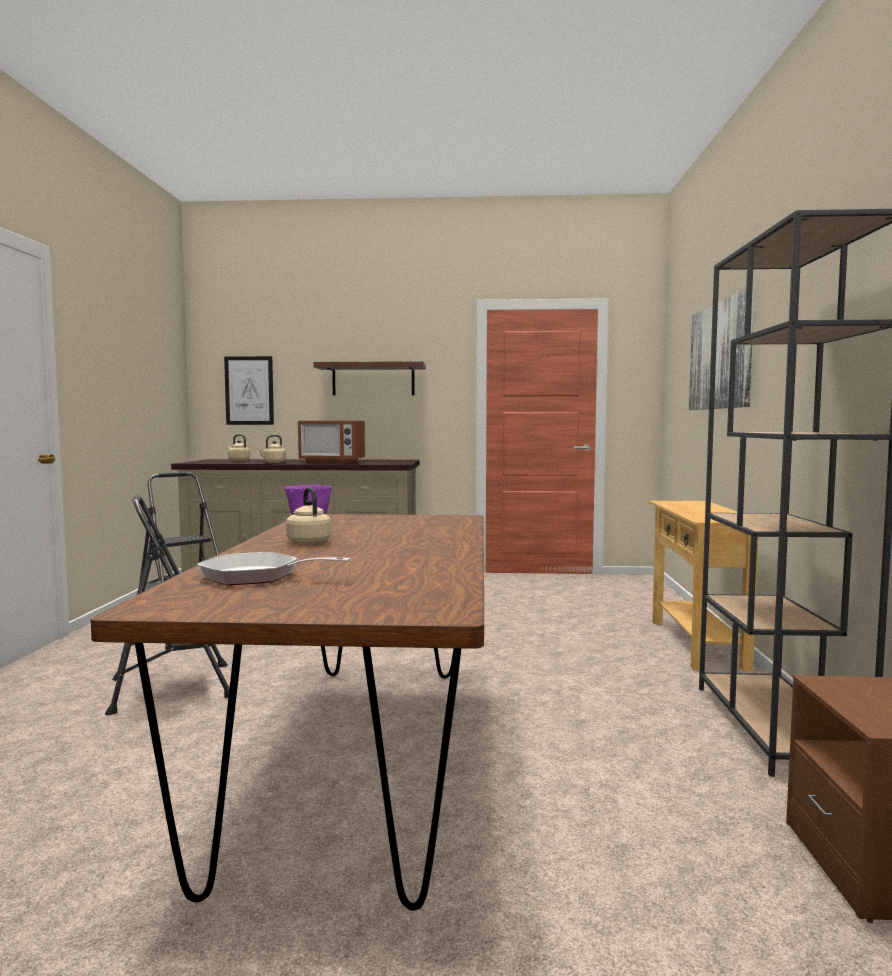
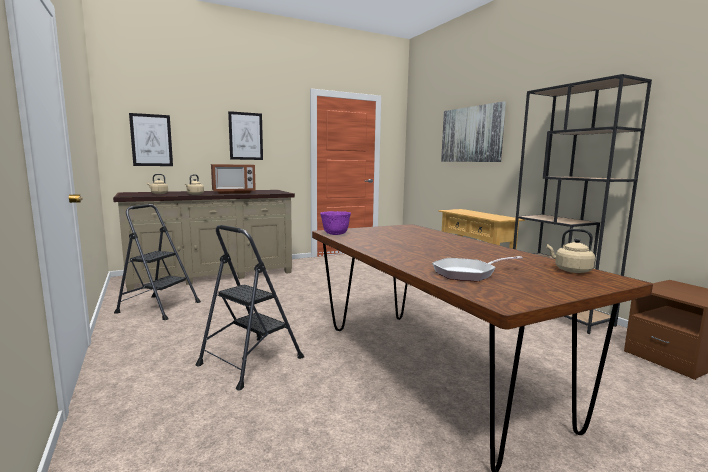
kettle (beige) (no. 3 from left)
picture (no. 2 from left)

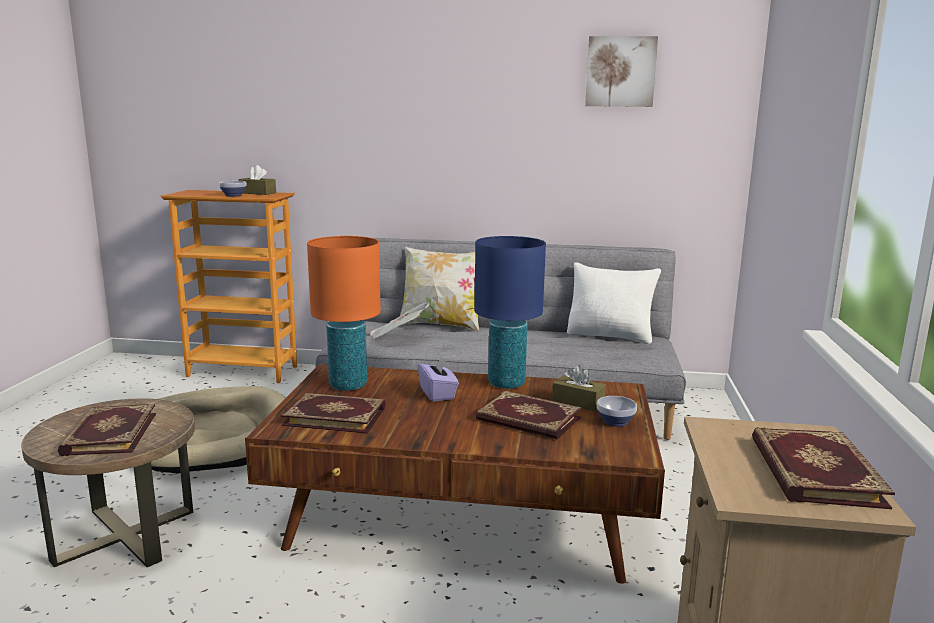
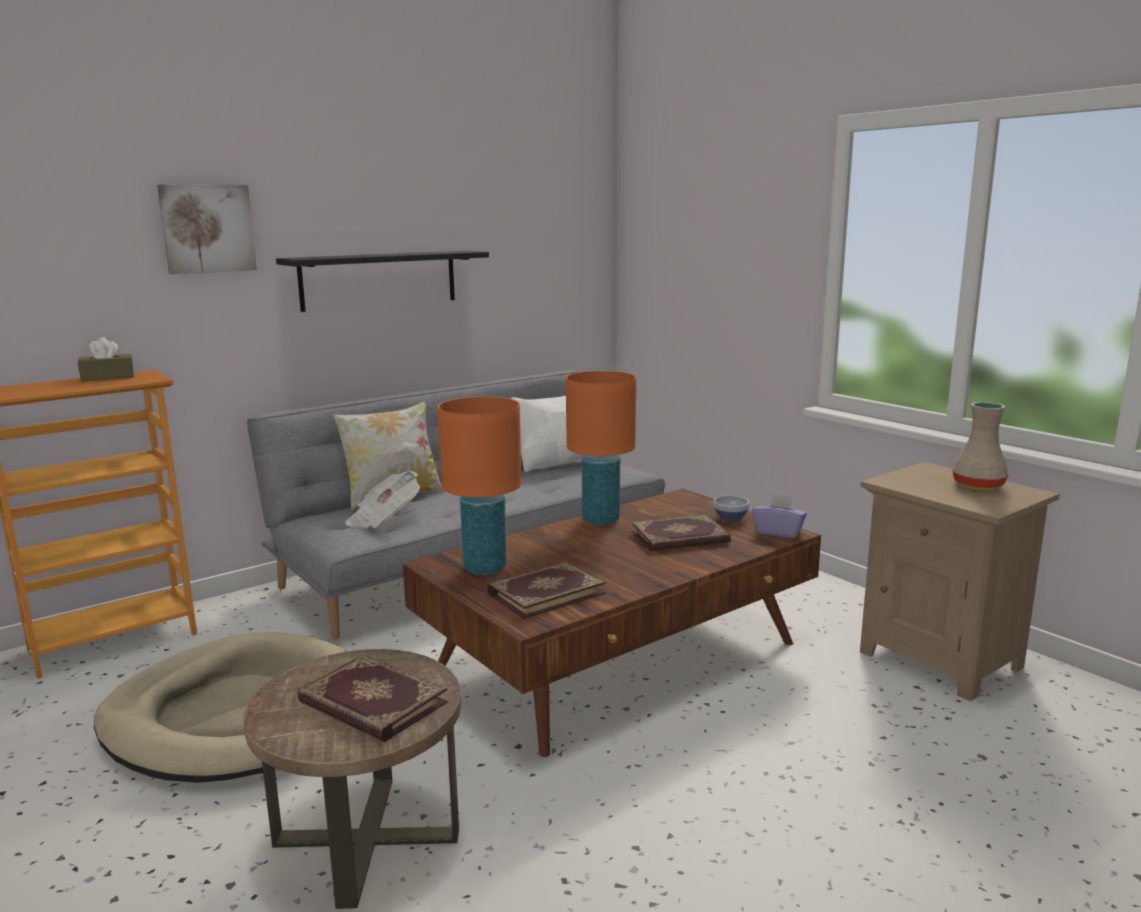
bowl (no. 1 from left in the first image)
tissue box (purple)
table lamp (orange) (no. 2 from left)
tissue box (brown) (no. 2 from left in the first image)
picture
vase (beige)
shelf (black)

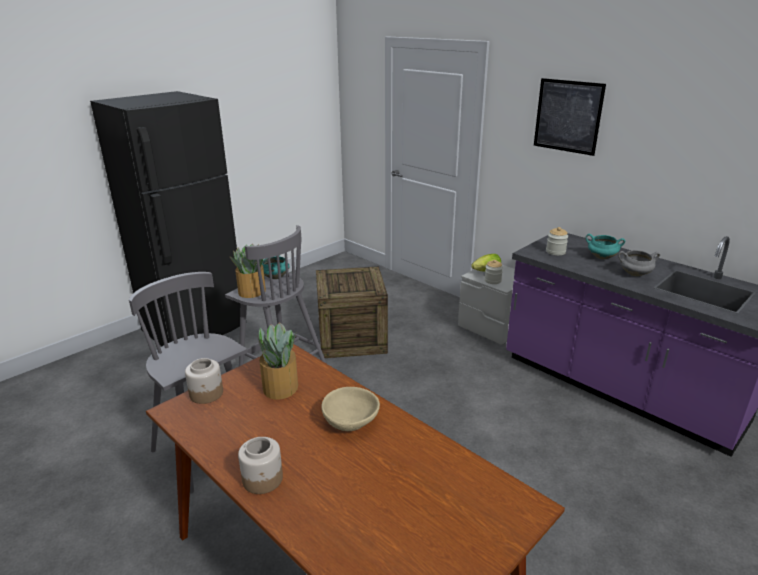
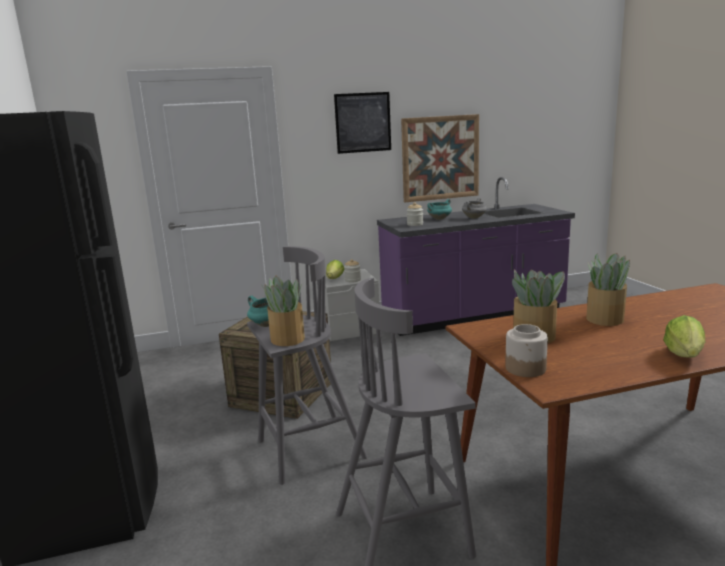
lettuce (no. 2 from left)
potted plant (no. 3 from left)
picture (no. 2 from left)

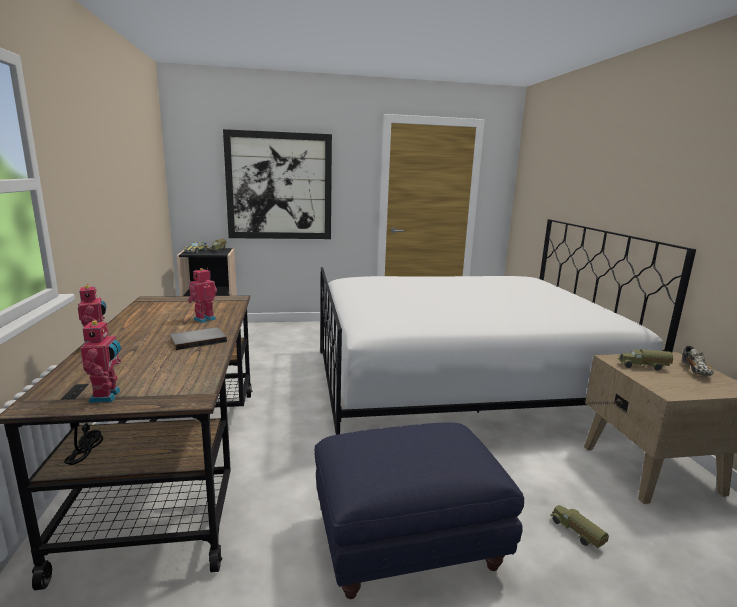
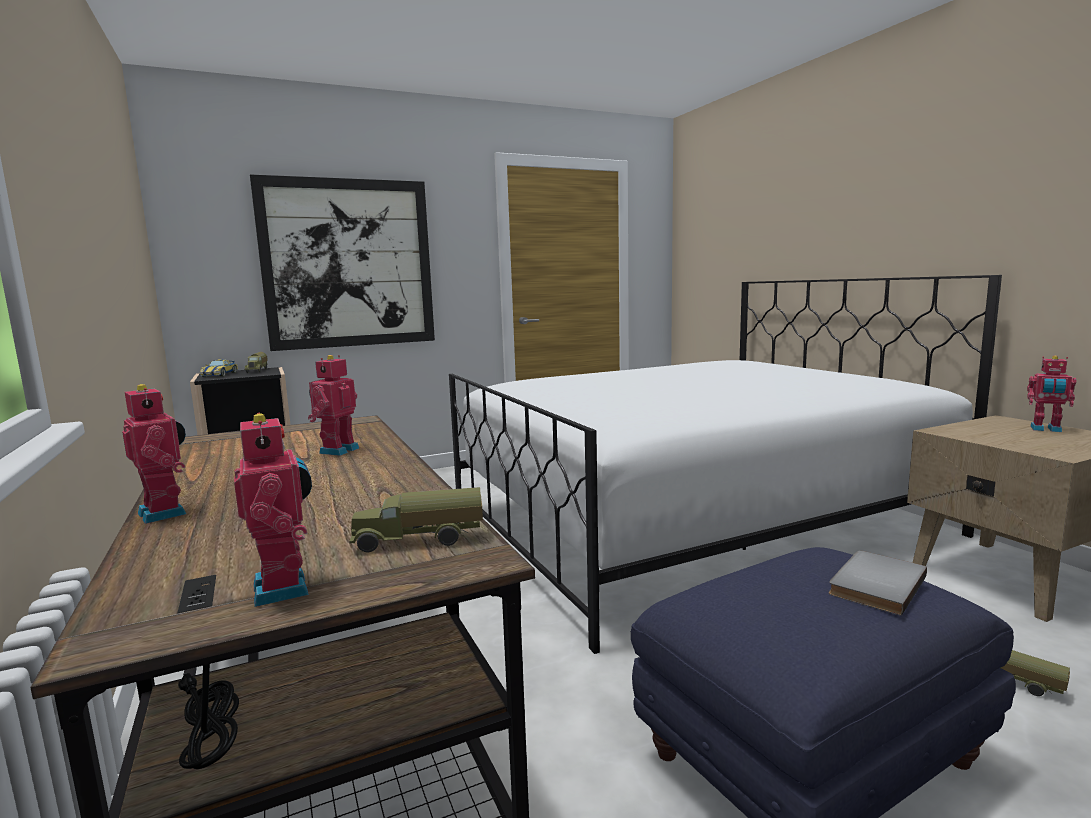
book (grey)
toy truck (no. 2 from left)
toy robot (no. 4 from left)

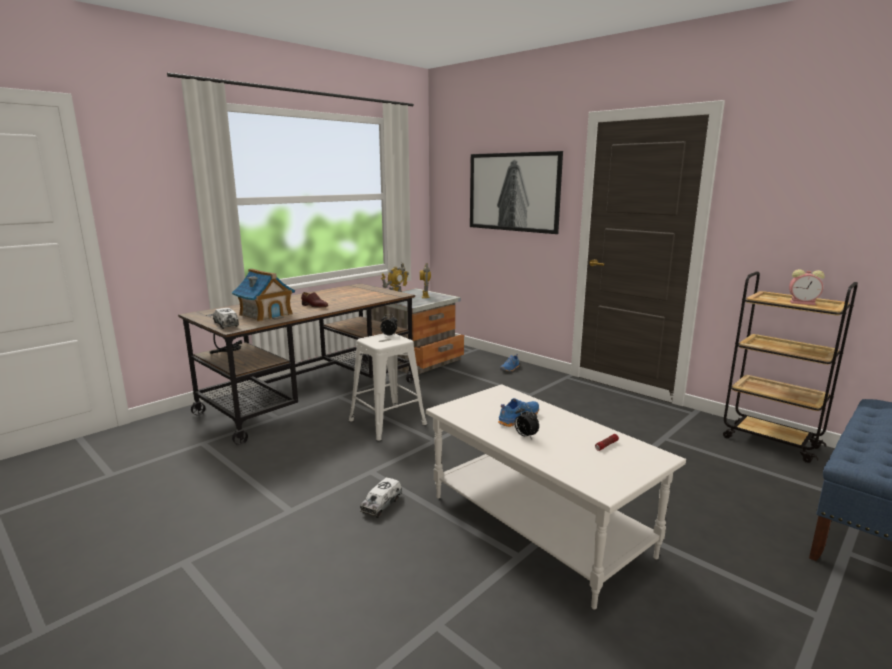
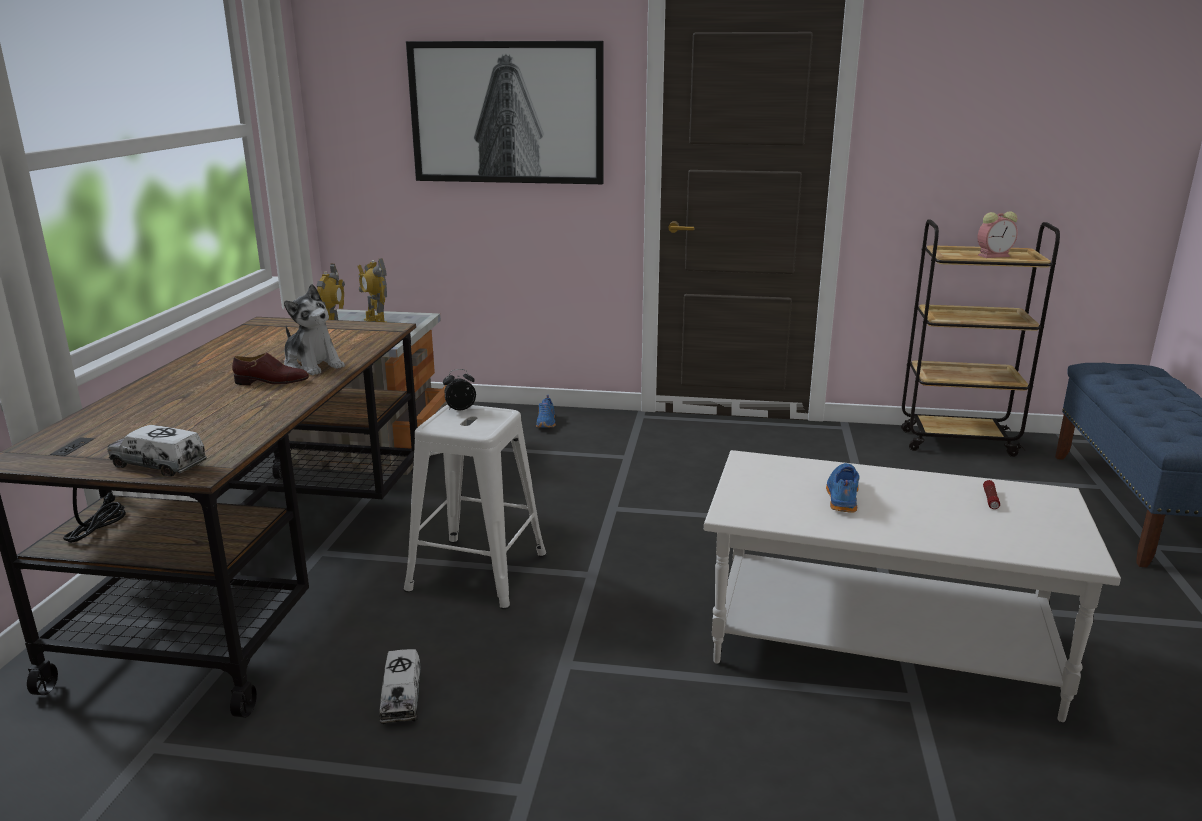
toy house
toy truck (no. 2 from left)
alarm clock (no. 2 from left in the first image)
plush toy

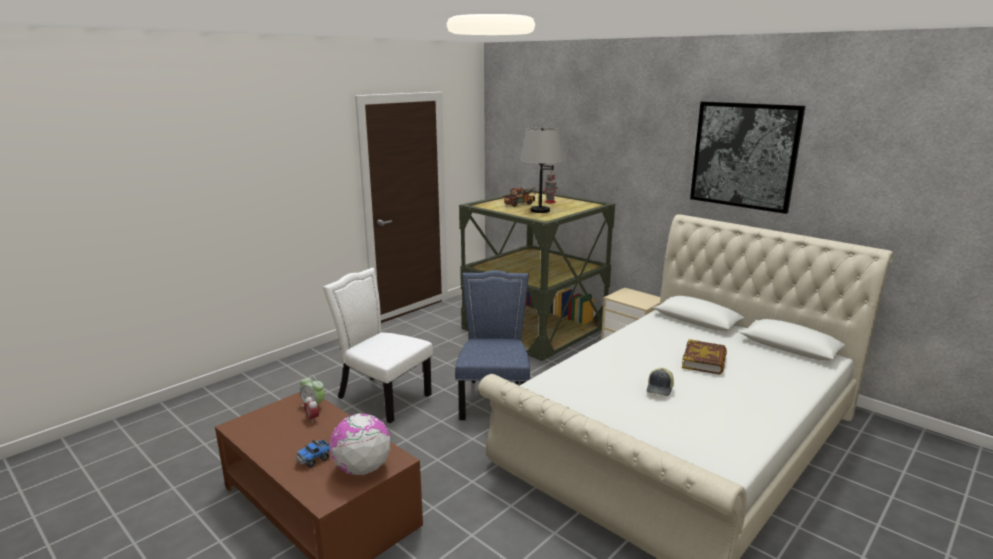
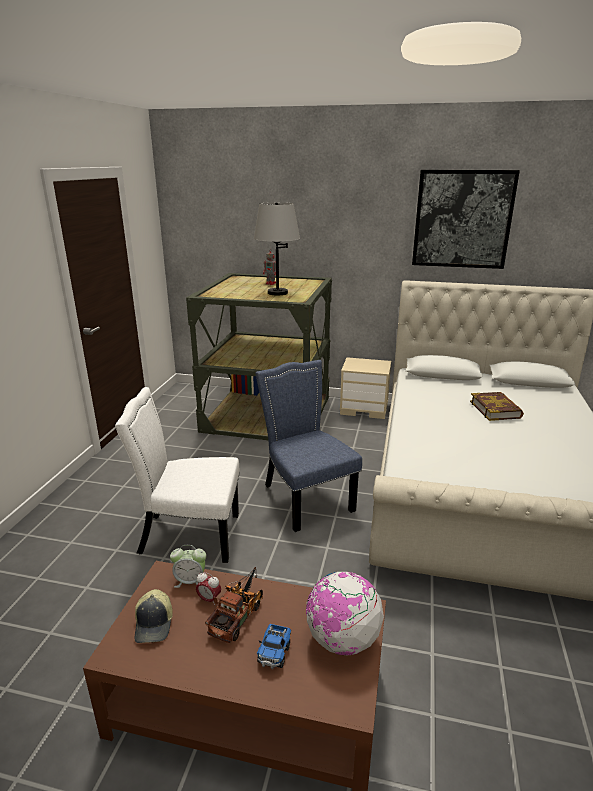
toy truck (no. 1 from left)
cap

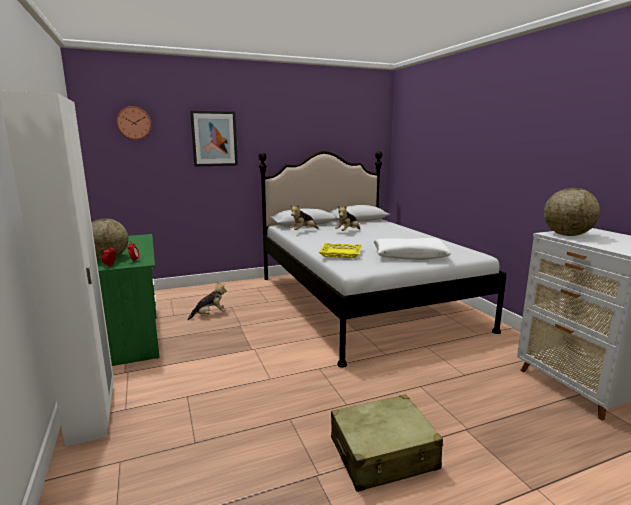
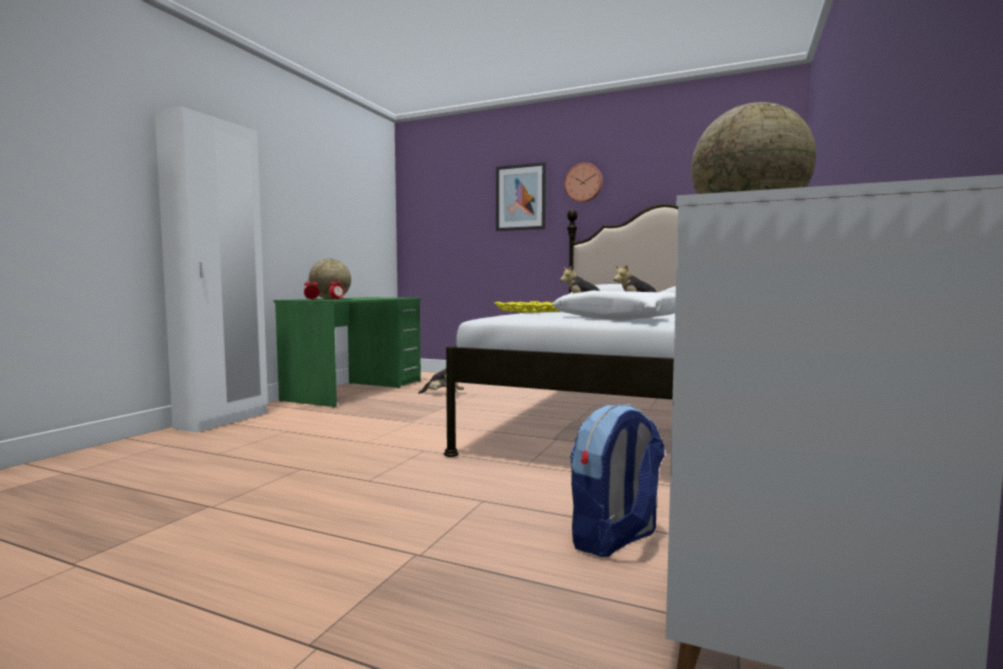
wall clock
suitcase (beige)
backpack

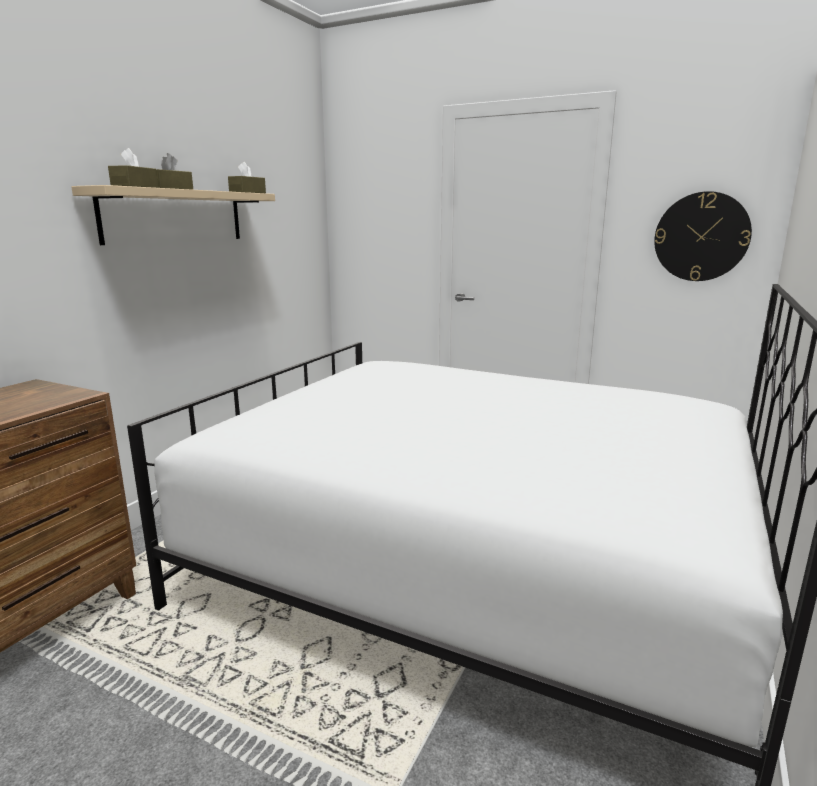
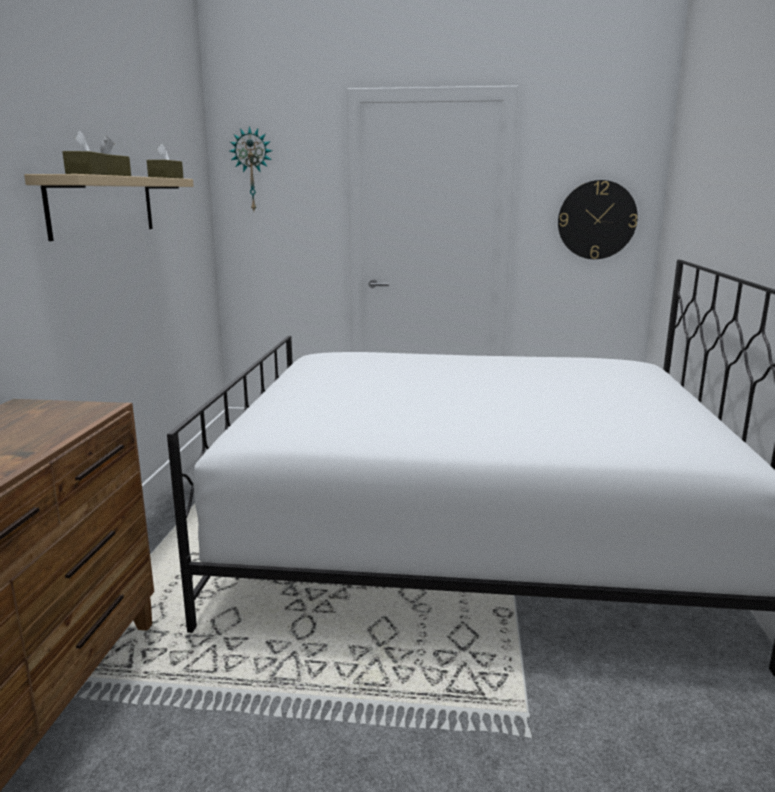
wall clock (no. 1 from left)

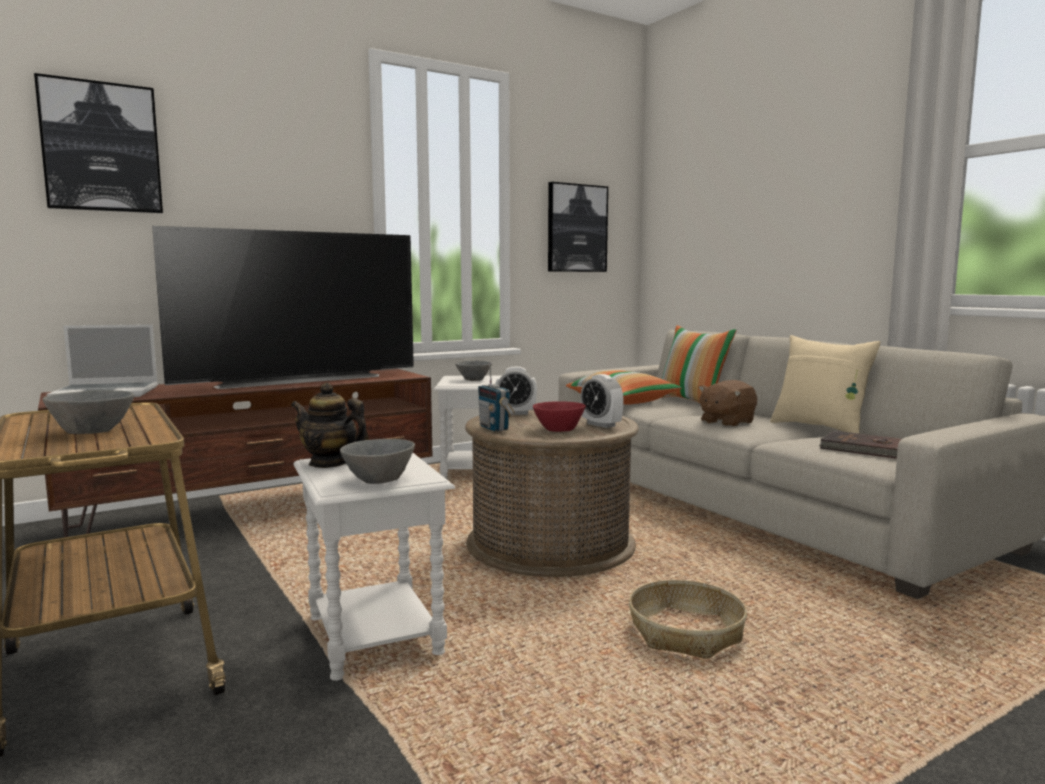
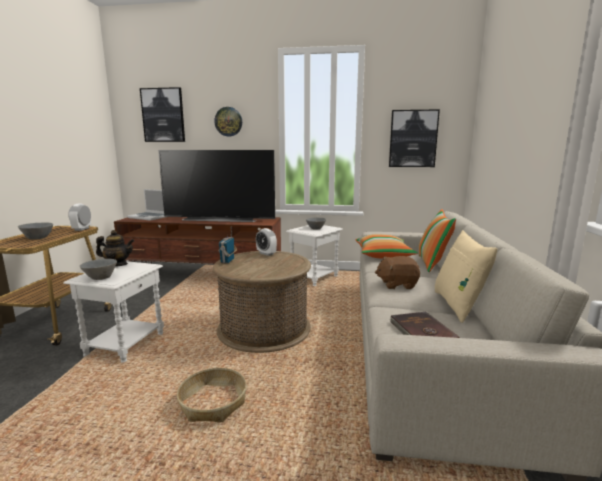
teapot
bowl (red)
alarm clock (no. 1 from left)
wall clock

